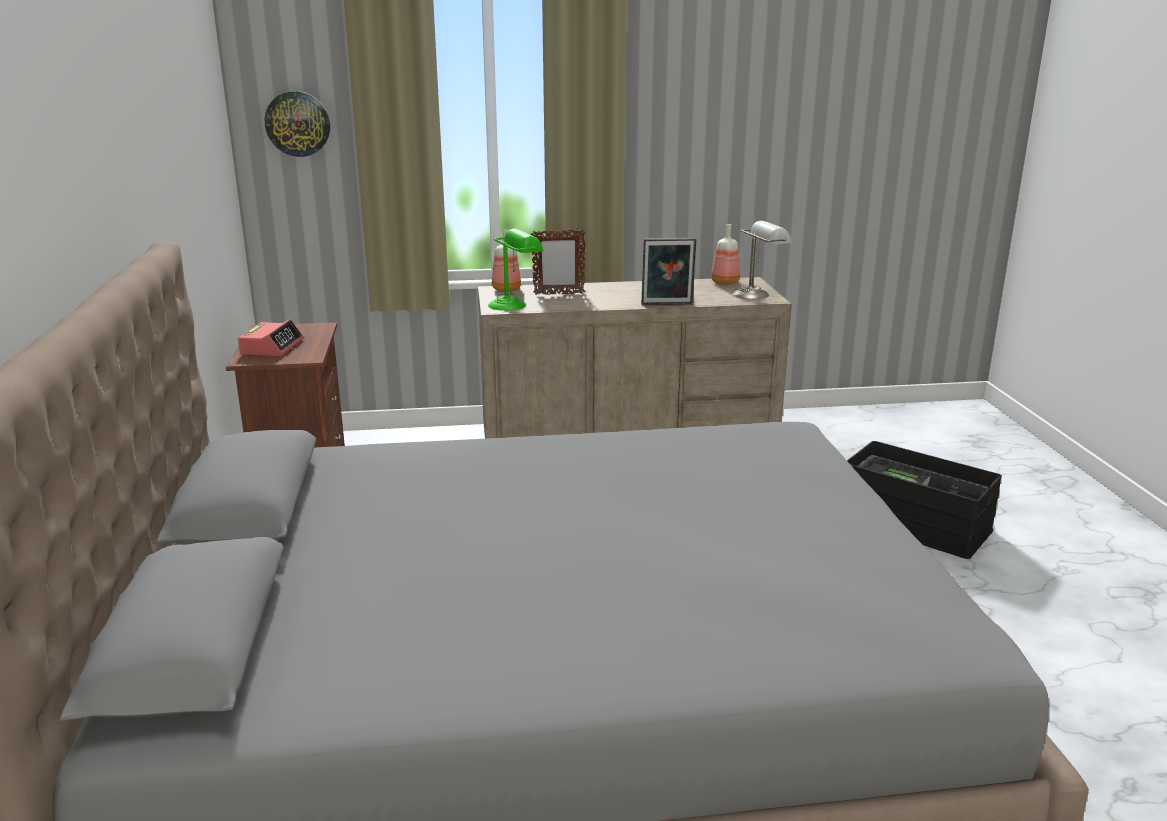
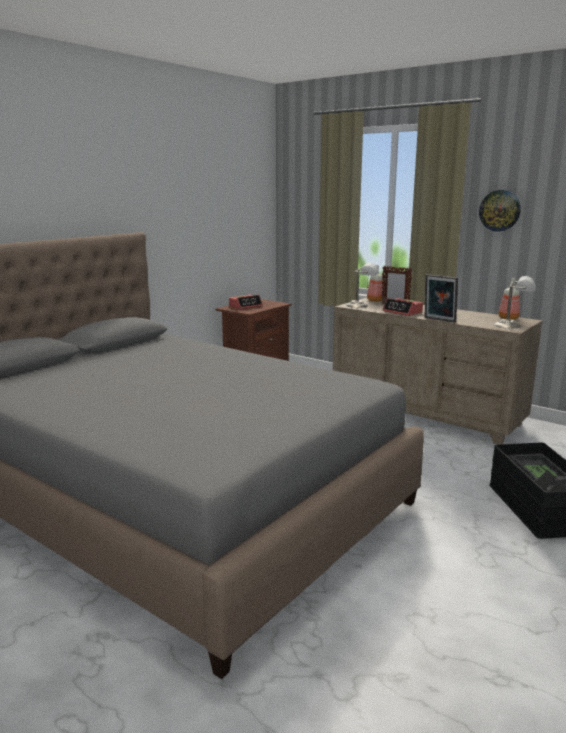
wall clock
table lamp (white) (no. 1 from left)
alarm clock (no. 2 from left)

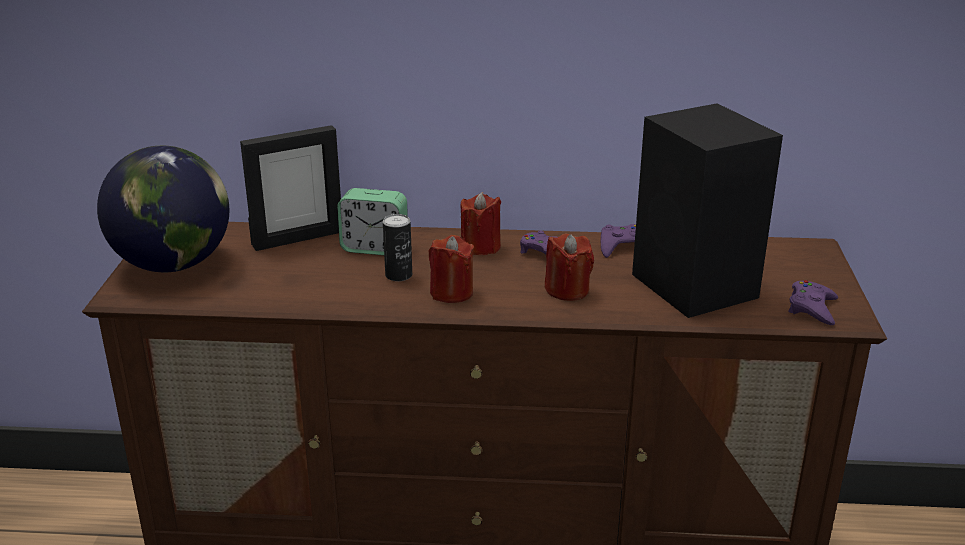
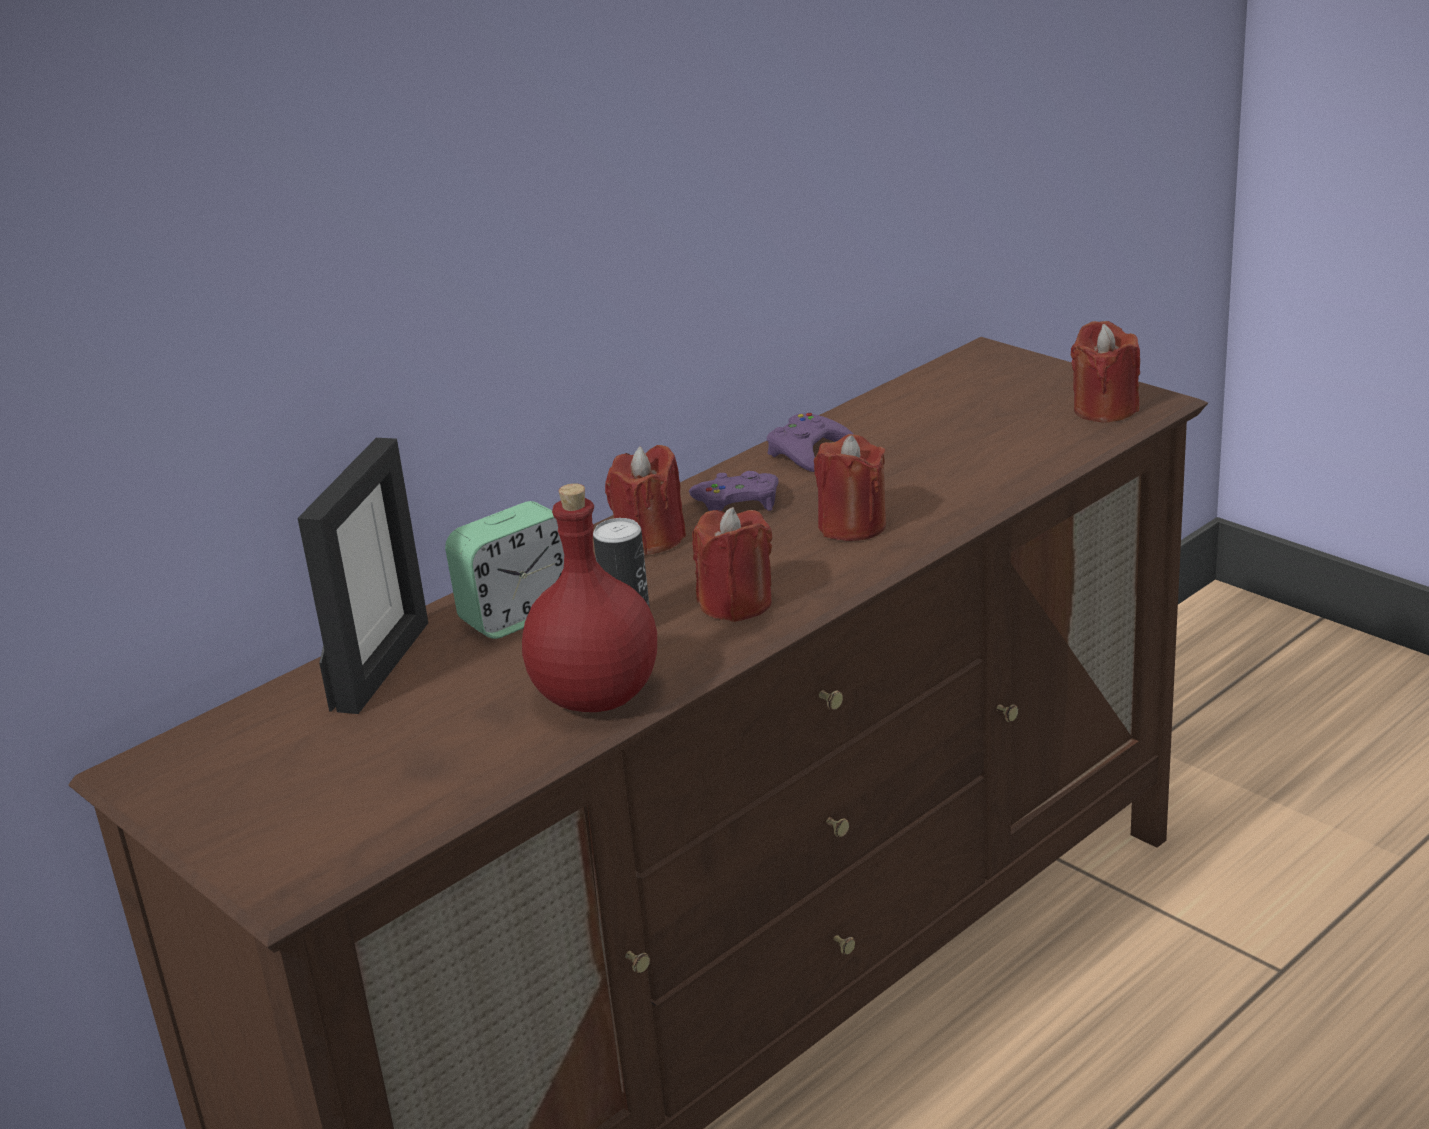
globe
speaker (black)
candle (red) (no. 4 from left)
bottle (red)

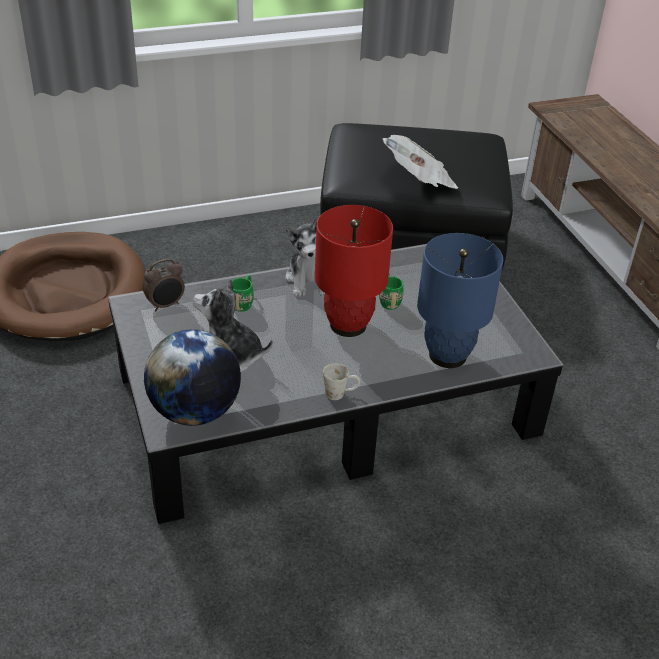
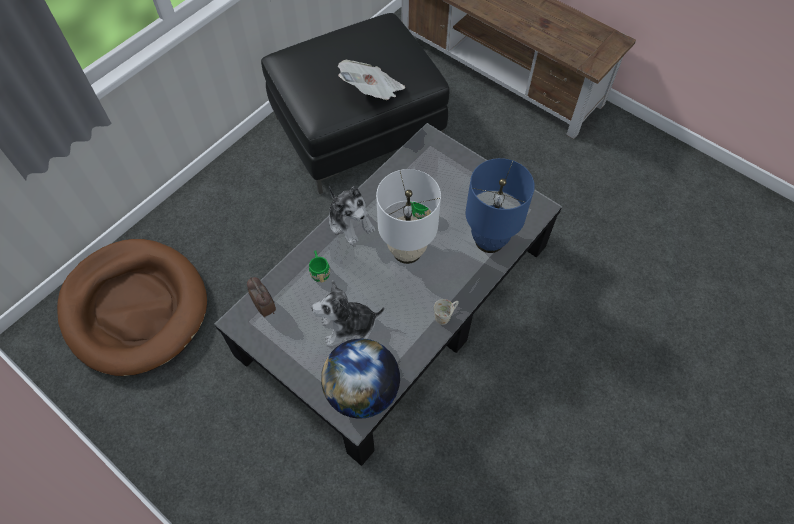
alarm clock
table lamp (white)

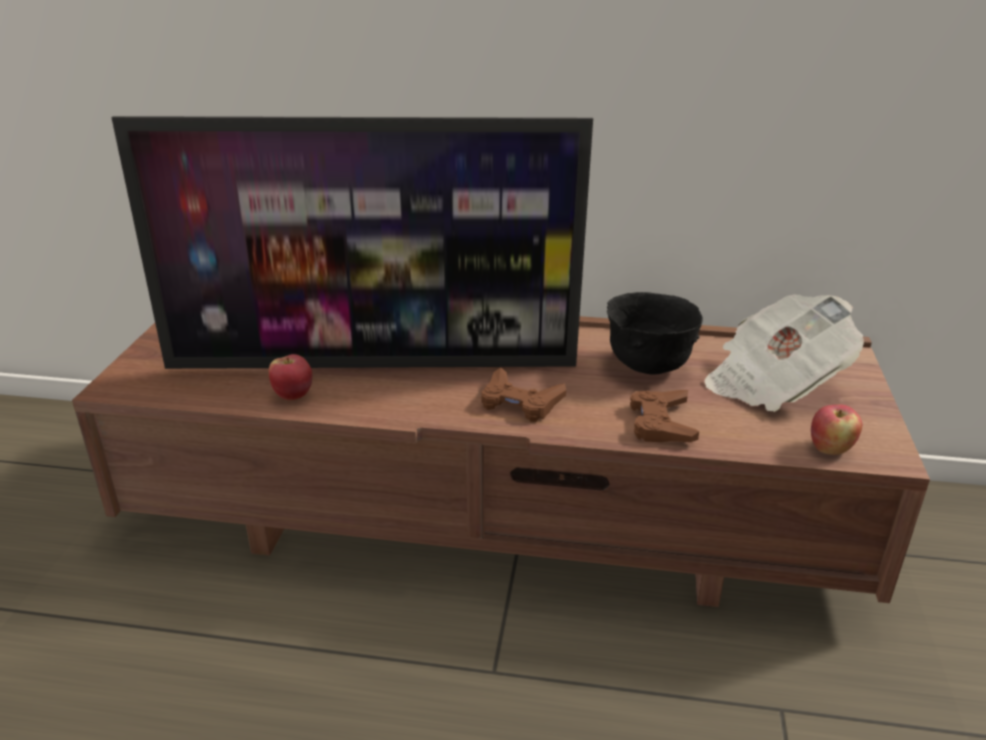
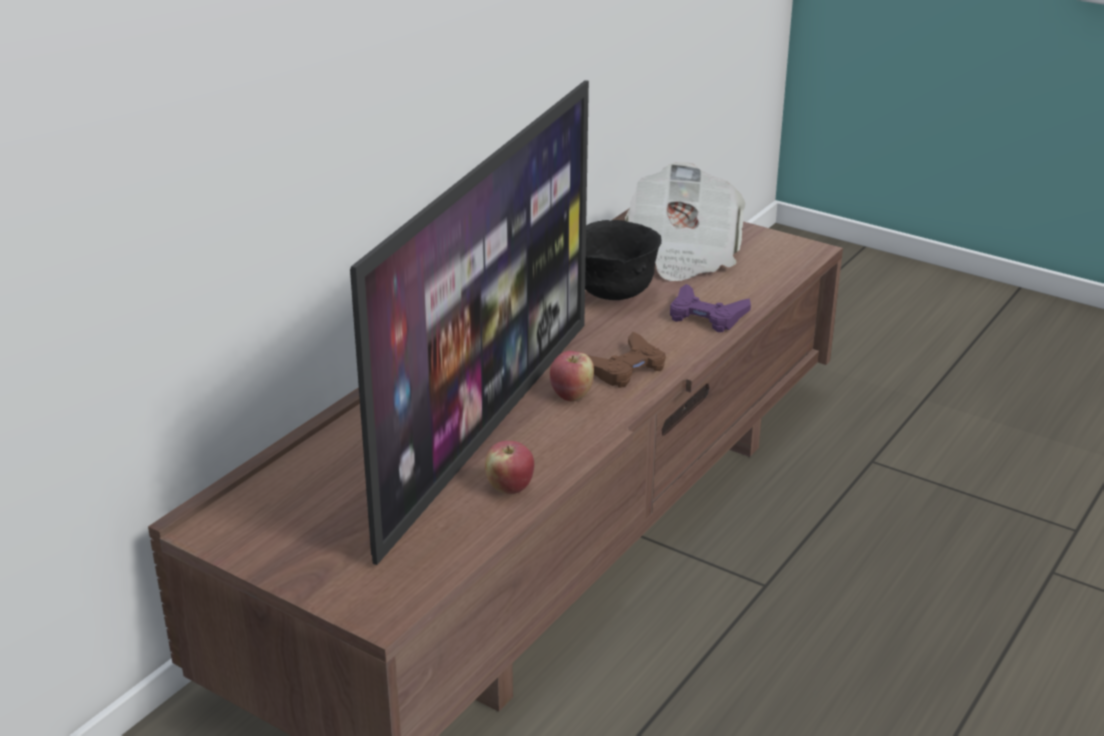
game controller (purple)
apple (no. 2 from left)

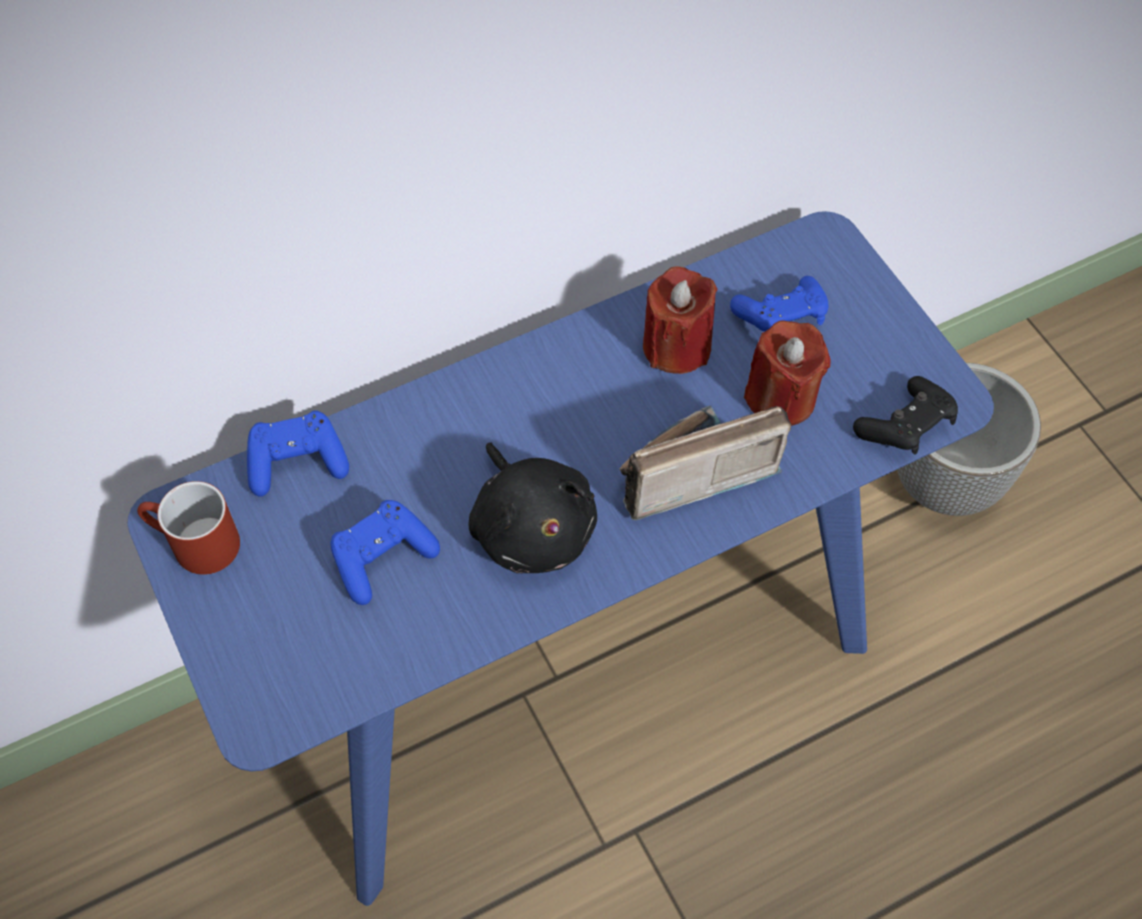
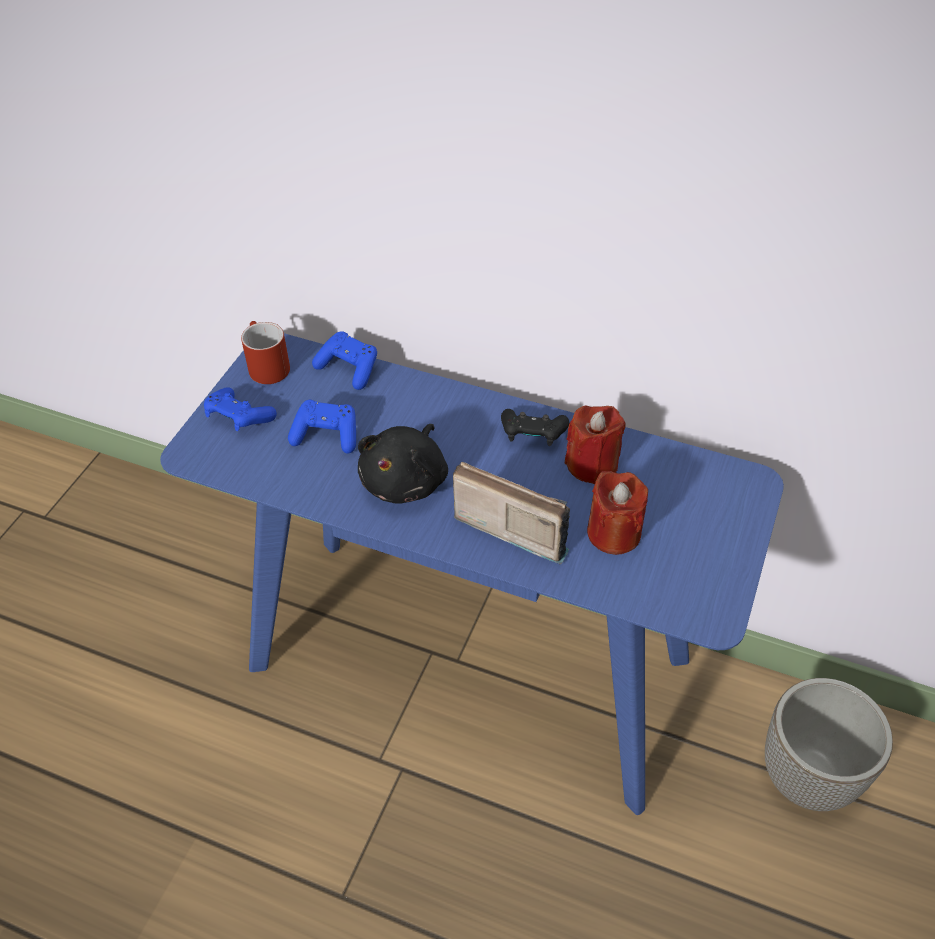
game controller (blue) (no. 1 from left)
game controller (black)

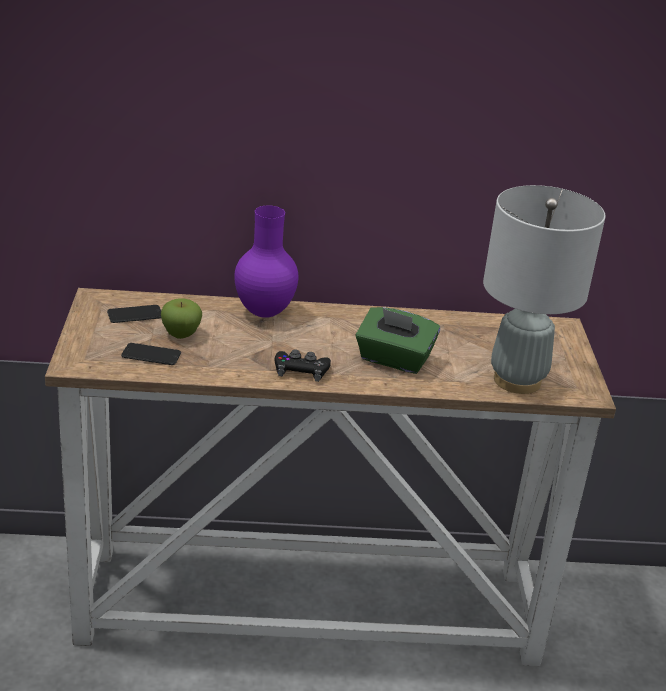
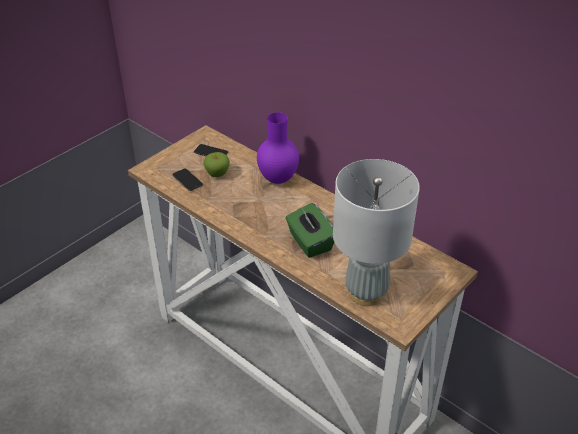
game controller (black)

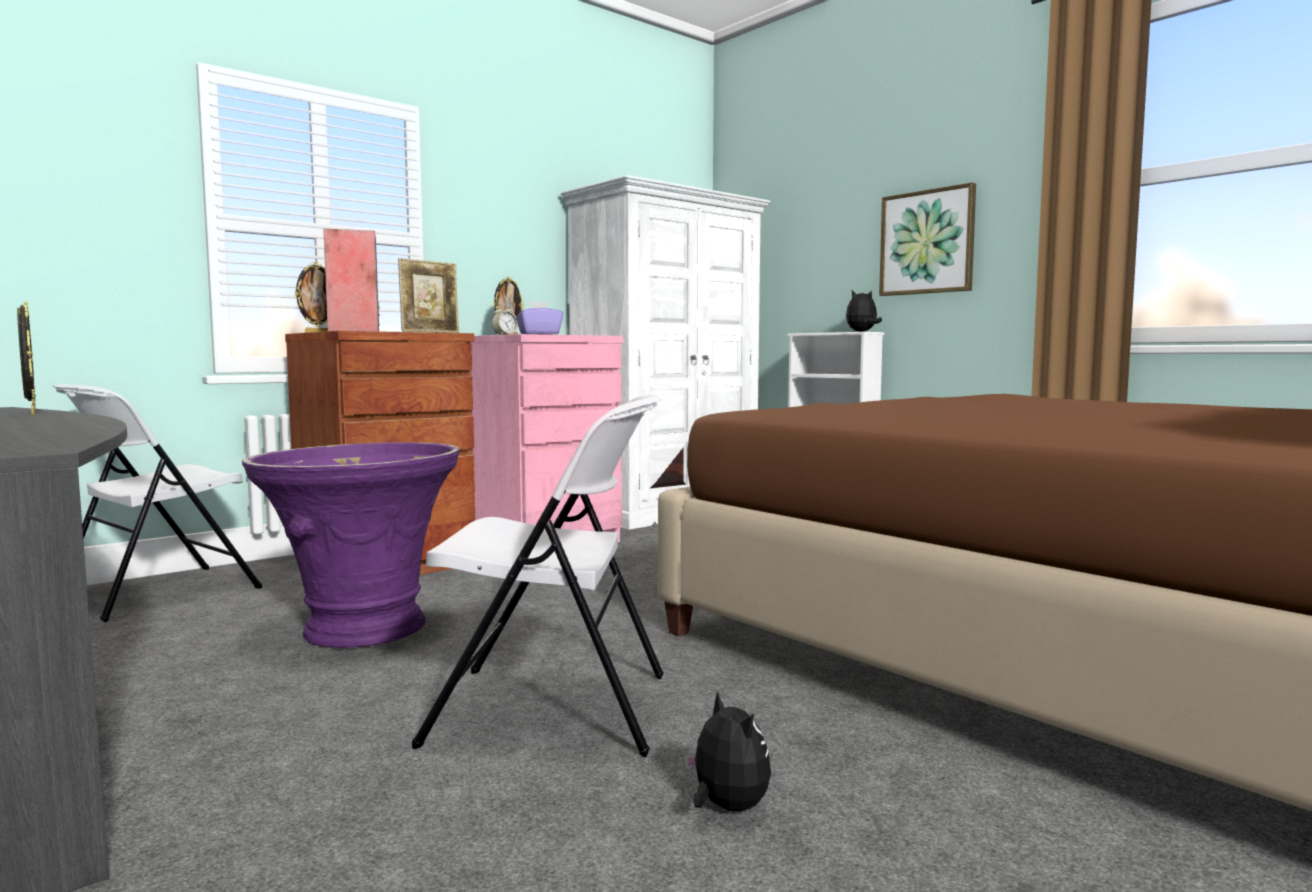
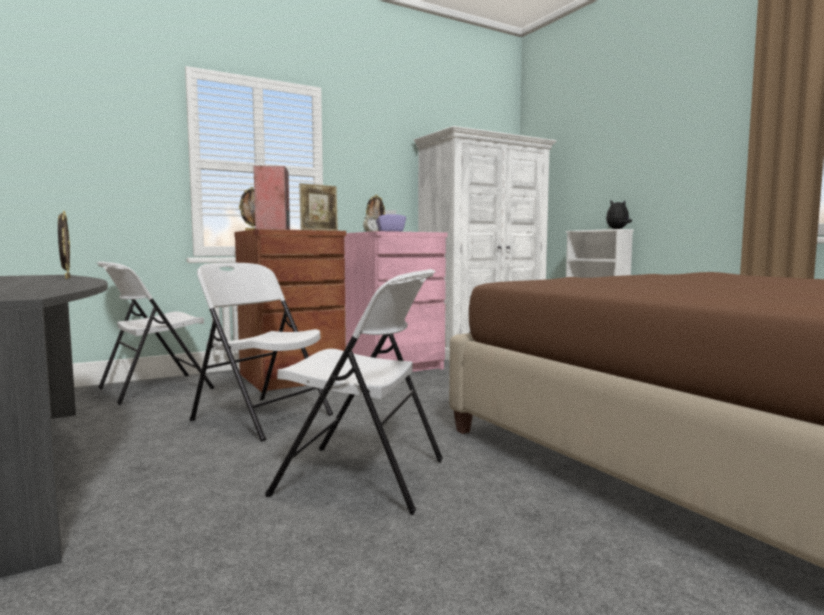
chair (white) (no. 2 from left)
plush toy (no. 1 from left in the first image)
picture

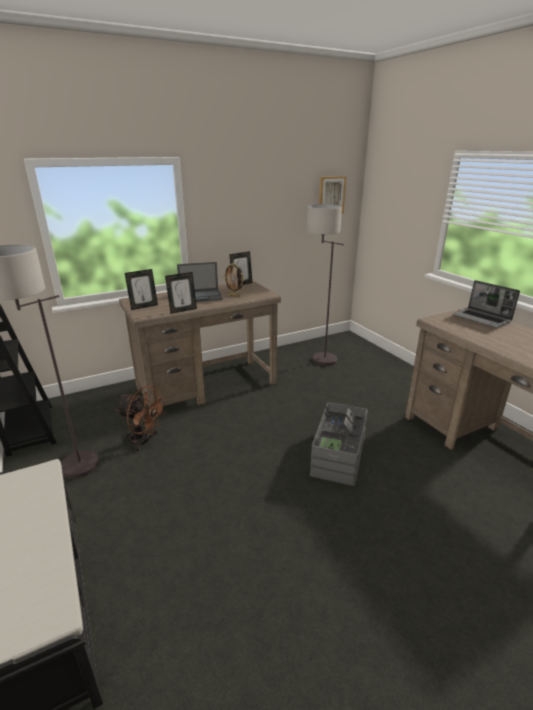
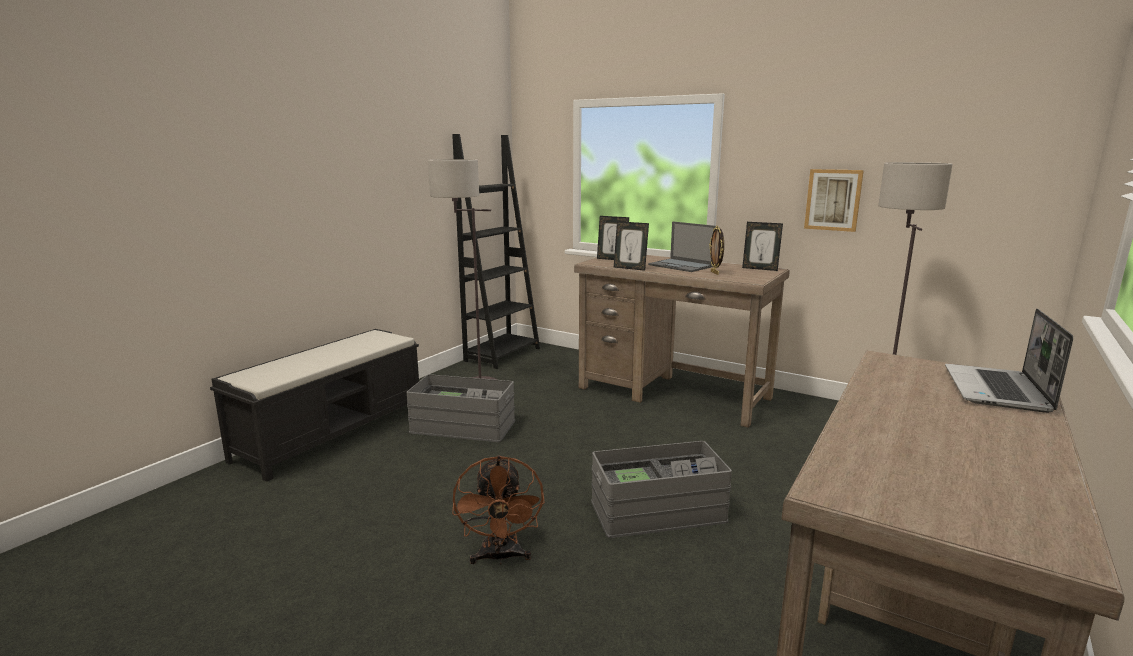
fan (brown)
picture
storage box (grey) (no. 1 from left)

